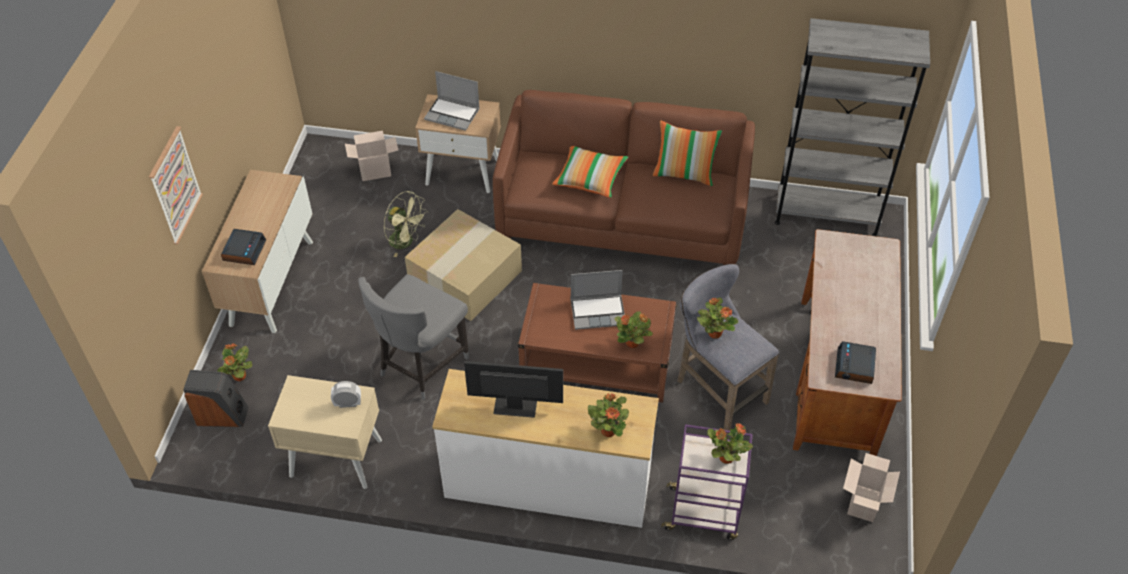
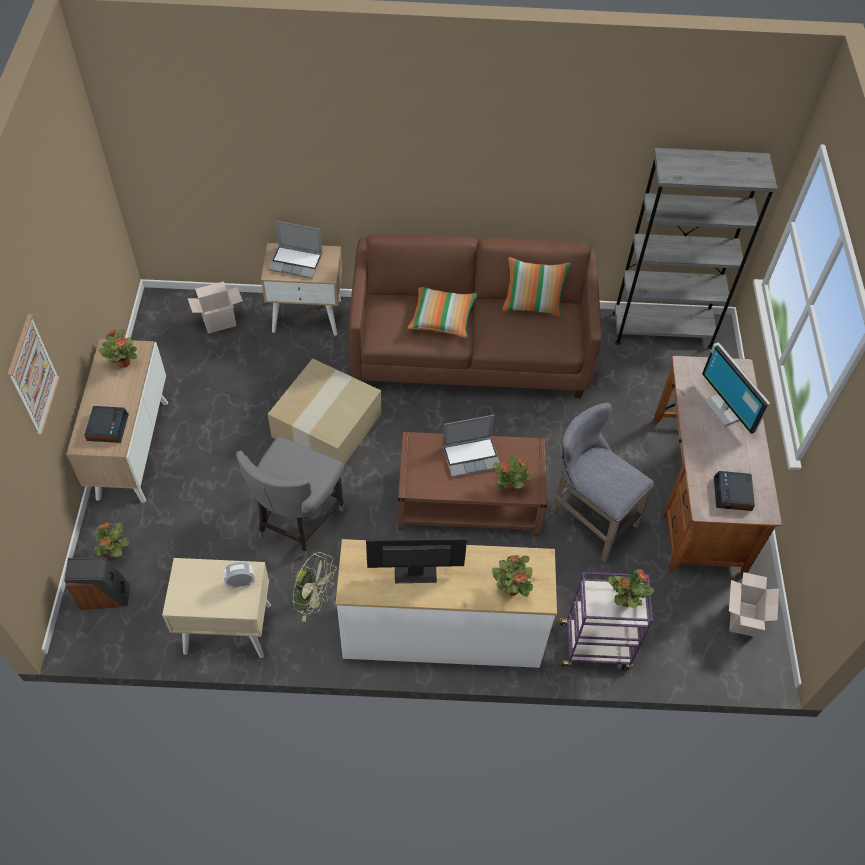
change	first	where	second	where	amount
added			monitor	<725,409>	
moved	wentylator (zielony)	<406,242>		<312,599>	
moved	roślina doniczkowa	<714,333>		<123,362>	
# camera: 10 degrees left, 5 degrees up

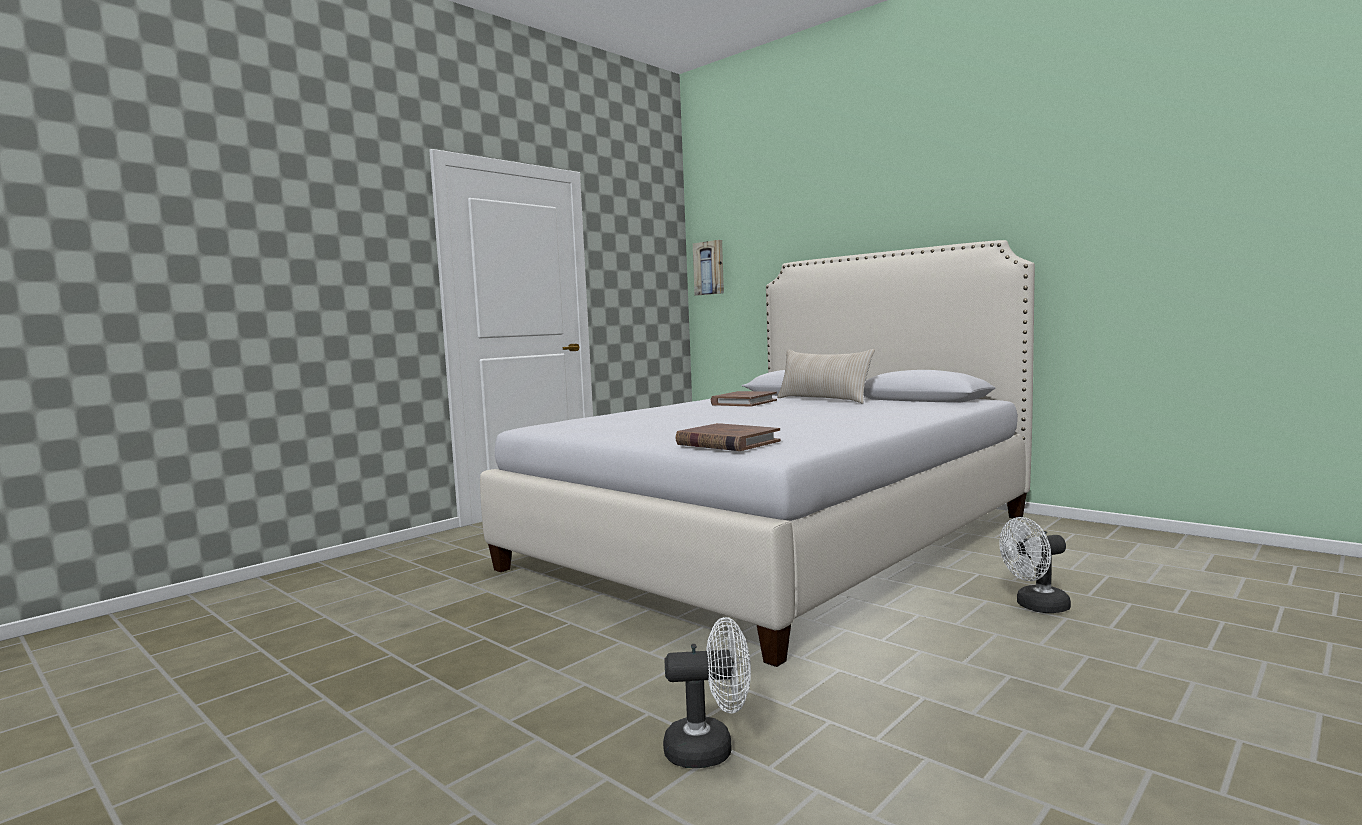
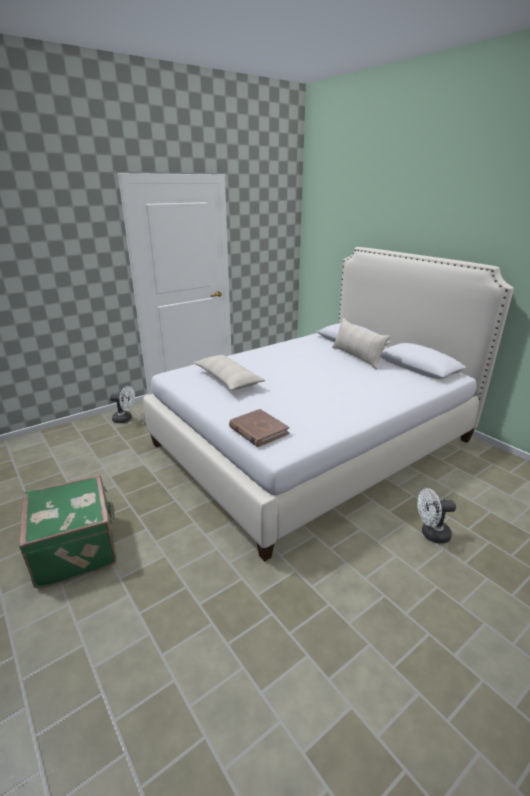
change	first	where	second	where	amount
removed	obraz	<709,268>			
removed	książka (brązowy)	<744,402>			
added			walizka (zielony)	<77,548>	
added			poduszka (beżowy)	<228,379>	
moved	wentylator (biały)	<710,749>		<125,419>	
# camera: 10 degrees right, 20 degrees up

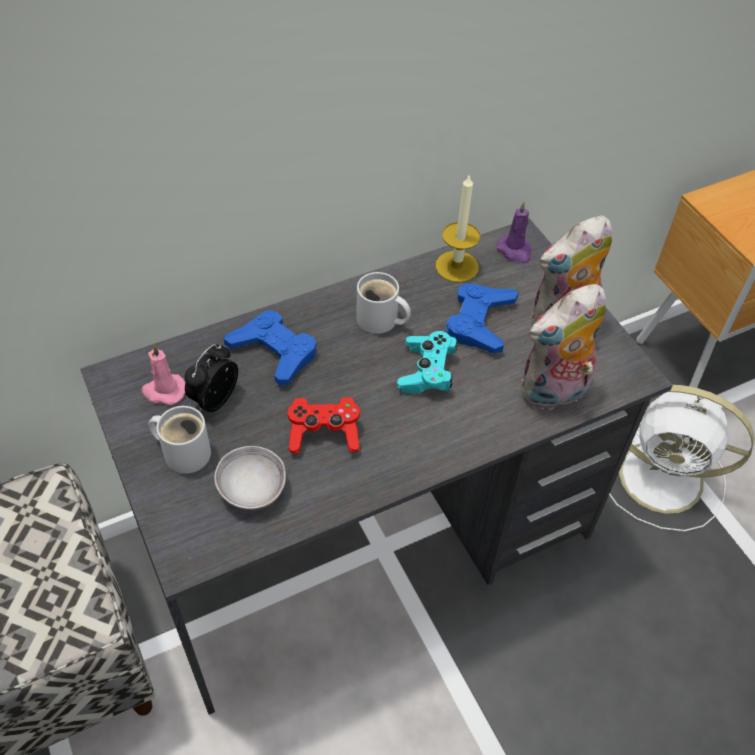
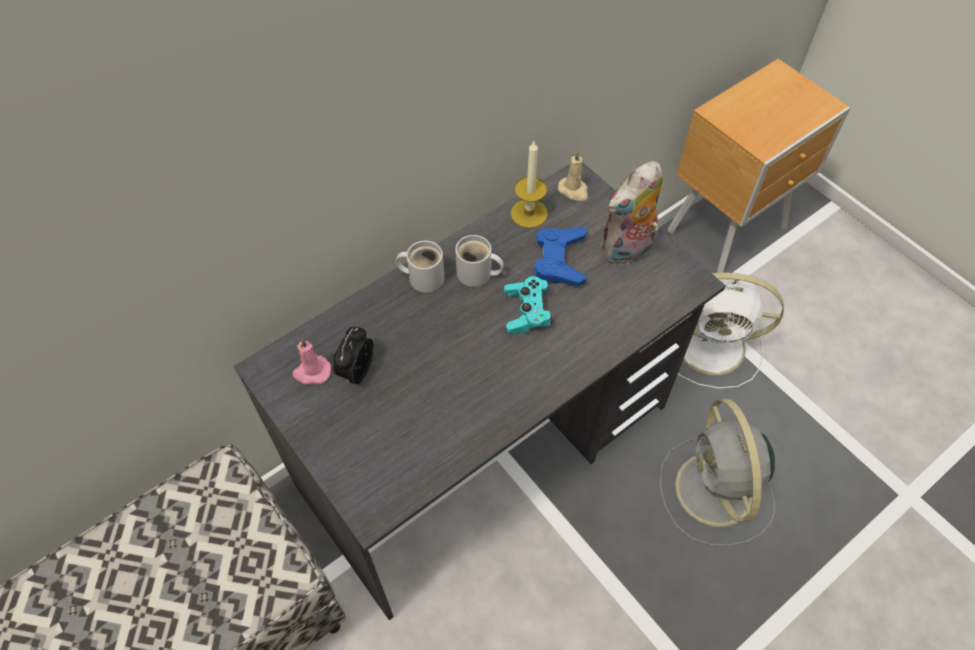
change	first	where	second	where	amount
removed	miska (szary)	<252,489>			
removed	pad do gier (niebieski)	<274,351>			
removed	pad do gier (czerwony)	<324,434>			
removed	pluszak	<554,393>			
added			wentylator (szary)	<715,493>	
moved	kubek (biały)	<184,451>		<423,276>	
recoloured	świeca (fioletowy)	<515,251>	świeca (beżowy)	<574,190>	
# camera: 10 degrees left, 5 degrees up

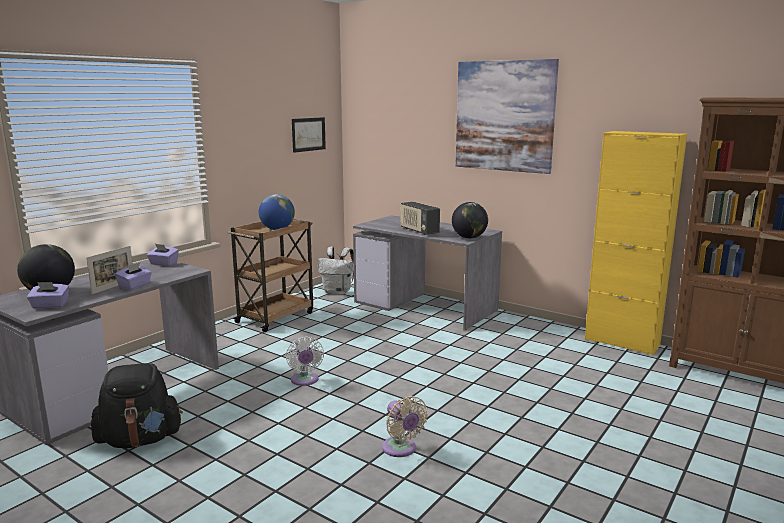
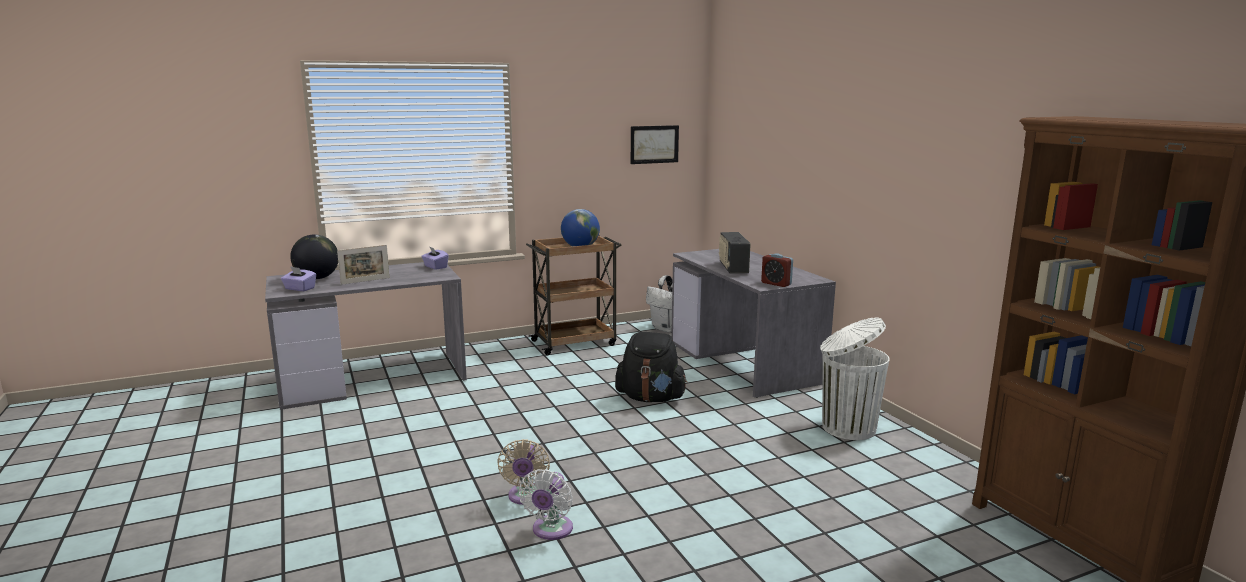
change	first	where	second	where	amount
removed	pudełko chusteczek (fioletowy)	<135,286>			
removed	obraz	<504,116>			
removed	szafka (żółty)	<621,342>			
added			kosz na śmieci (biały)	<846,428>	
moved	plecak (czarny)	<140,440>		<651,398>	
moved	wentylator (biały)	<305,381>		<551,531>	
replaced	globus	<469,237>	budzik	<776,284>	
# camera: 30 degrees right, 0 degrees up

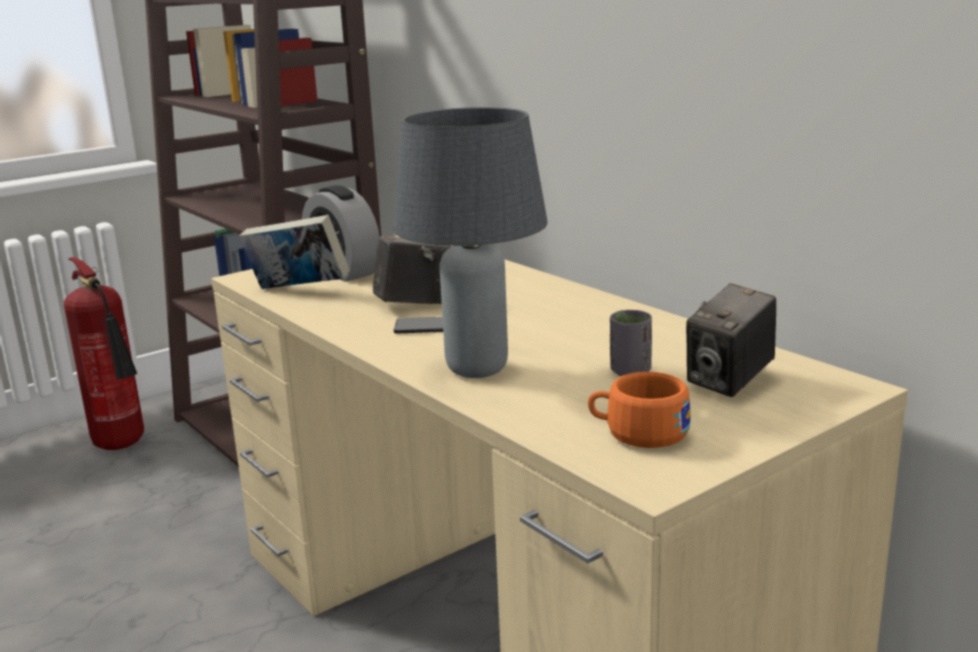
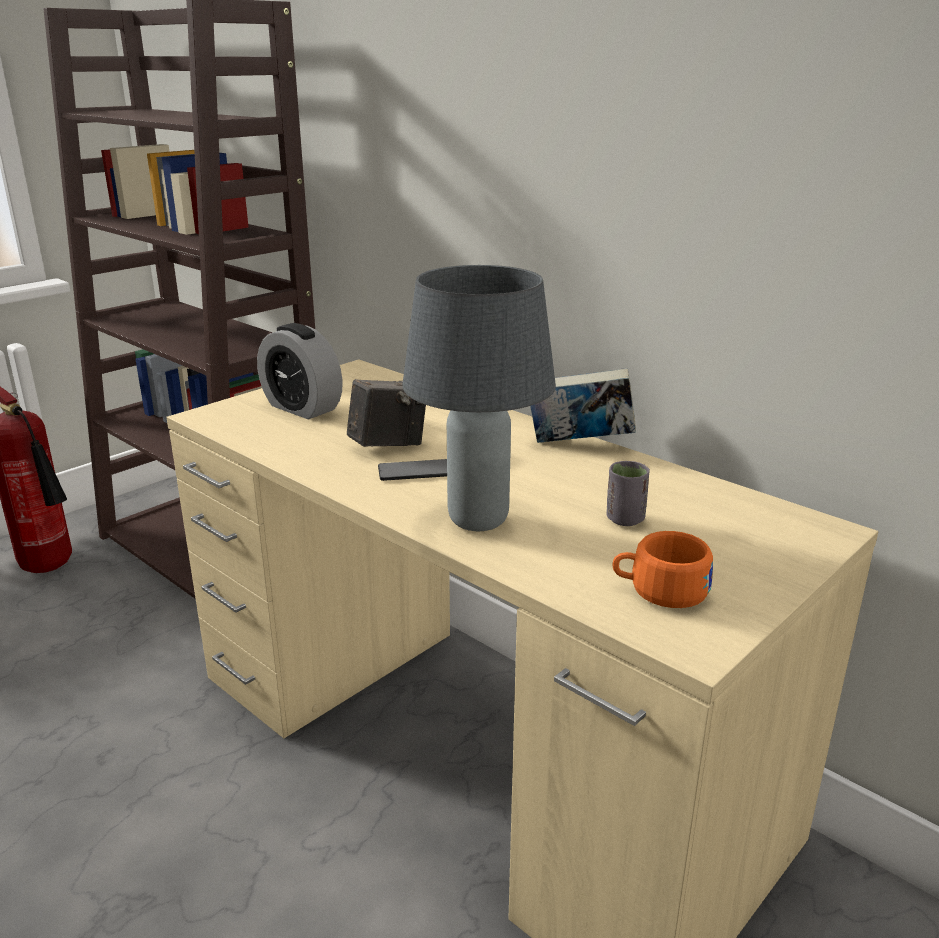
change	first	where	second	where	amount
removed	aparat fotograficzny	<729,381>			
moved	książka	<298,291>		<579,444>	
# camera: 10 degrees left, 5 degrees up

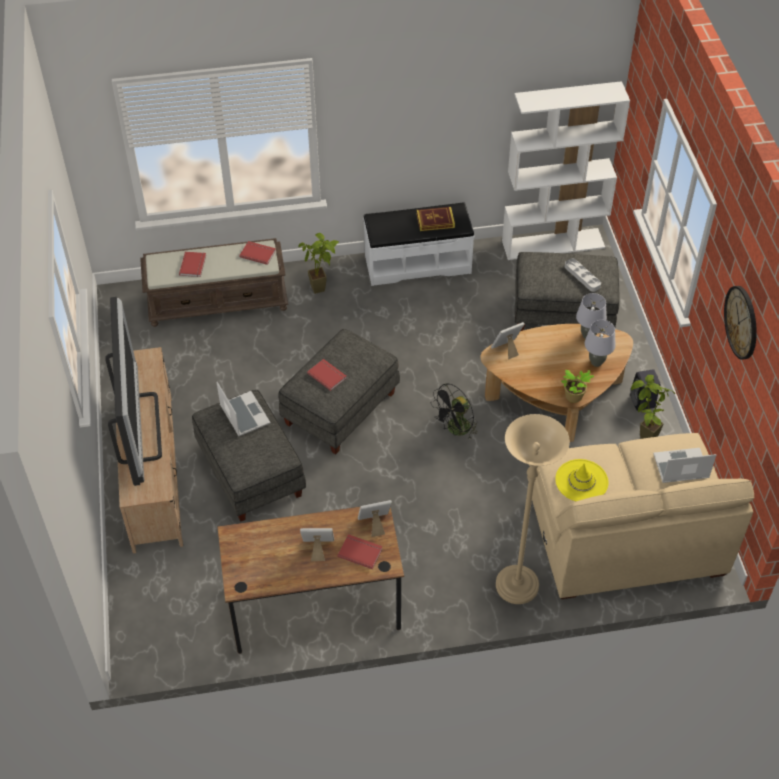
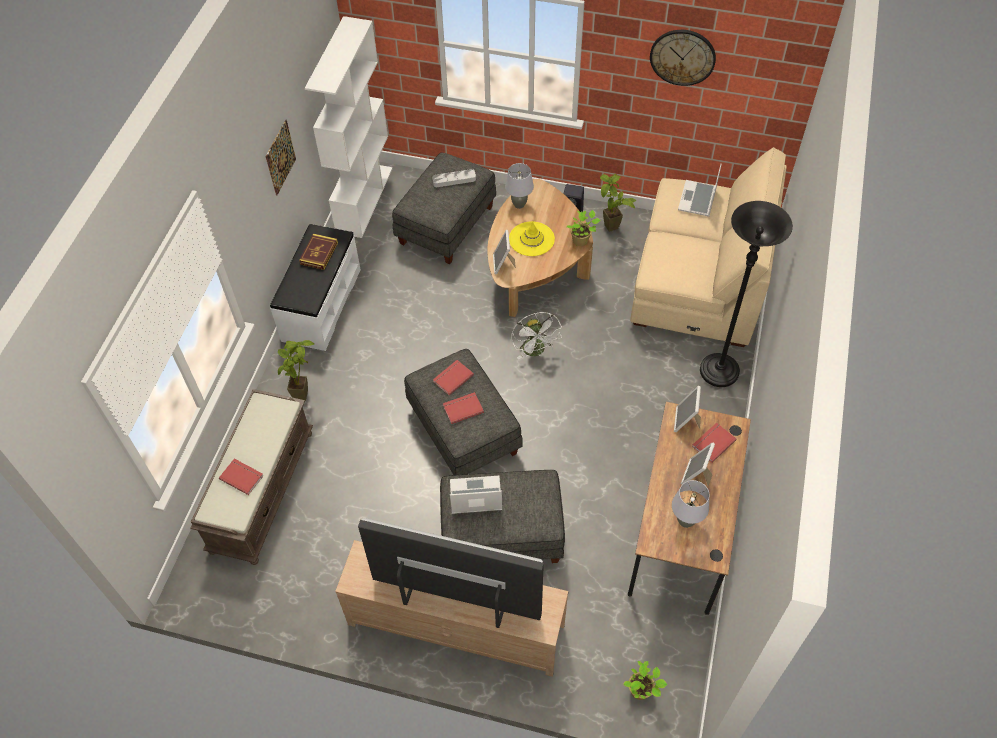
change	first	where	second	where	amount
added			obraz	<280,157>	
added			roślina doniczkowa	<641,691>	
moved	książka (czerwony)	<258,253>		<452,378>	
moved	kapelusz (żółty)	<581,481>		<531,239>	
moved	lampa stołowa (szary)	<596,362>		<685,521>	
recoloured	wentylator (czarny)	<455,430>	wentylator (biały)	<536,351>	
recoloured	lampa stojąca (beżowy)	<517,586>	lampa stojąca (czarny)	<719,372>	
# camera: 65 degrees left, 5 degrees up

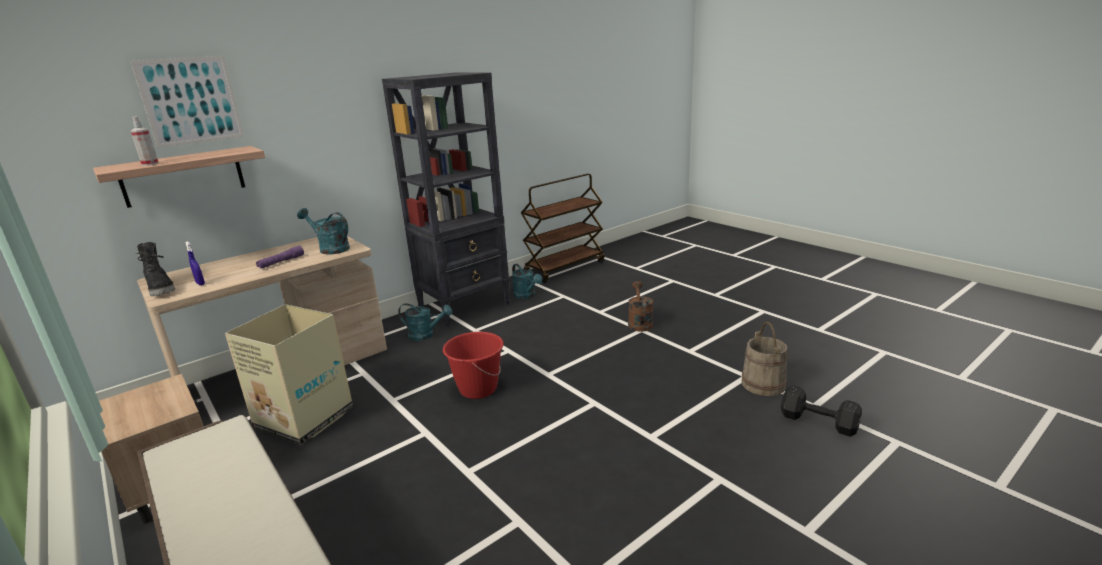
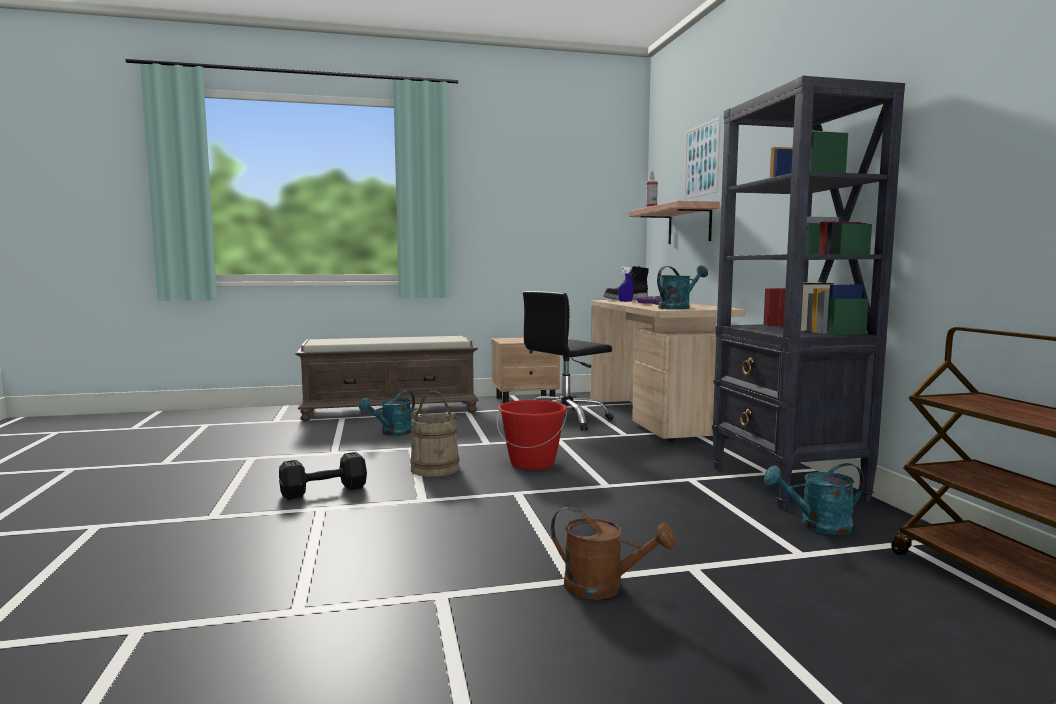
change	first	where	second	where	amount
moved	konewka (turkusowy)	<426,335>		<392,433>	
moved	wiadro (beżowy)	<762,384>		<435,468>	
moved	hantel (czarny)	<820,423>		<322,491>	
replaced	karton	<305,418>	krzesło biurowe (czarny)	<565,420>	
# camera: 115 degrees right, 15 degrees down

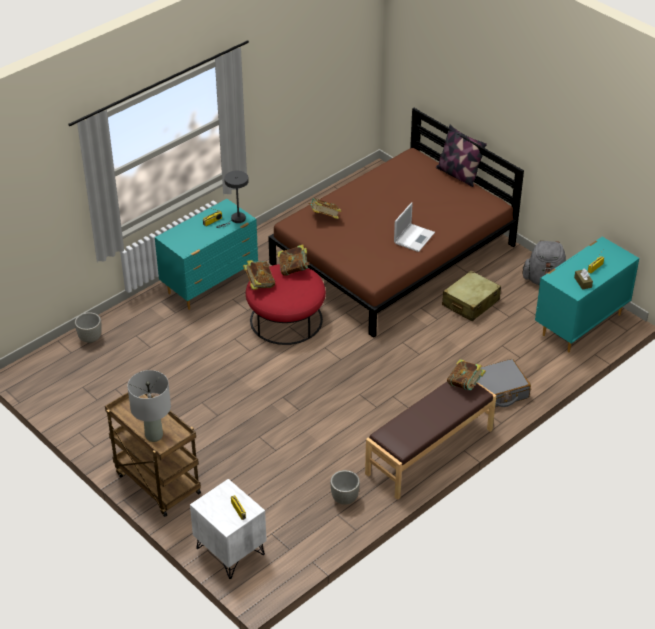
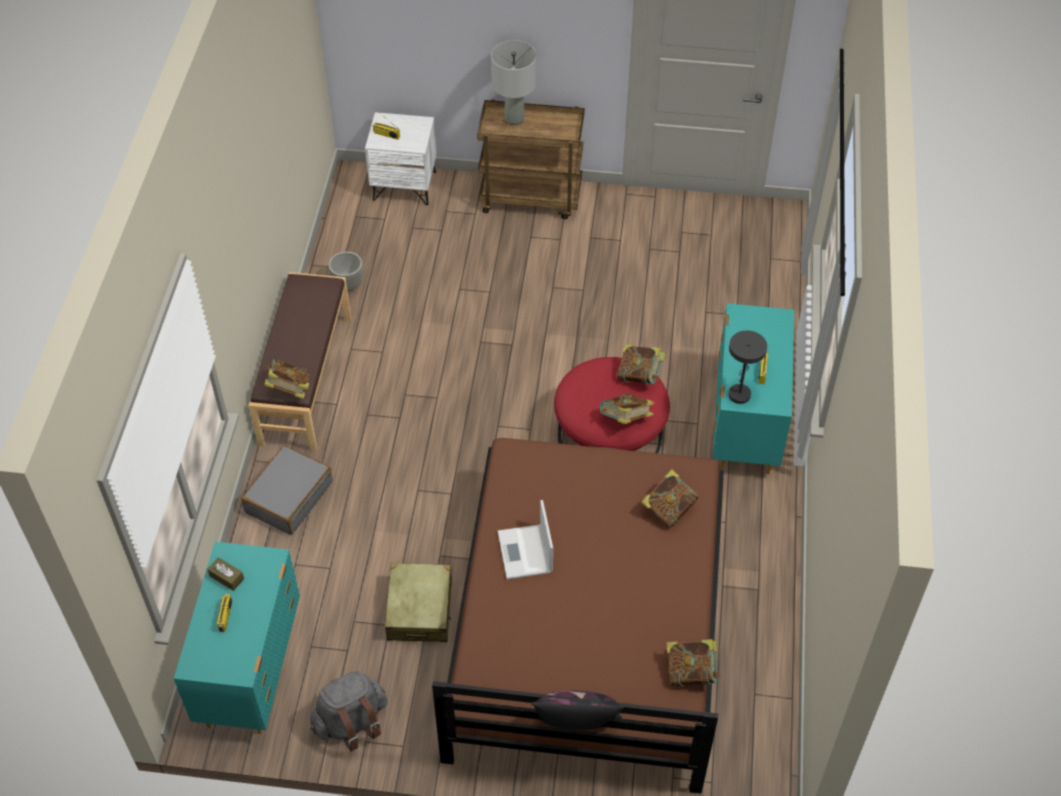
change	first	where	second	where	amount
removed	donica (szary)	<90,338>			
added			książka	<691,671>	
# camera: 140 degrees right, 10 degrees up

